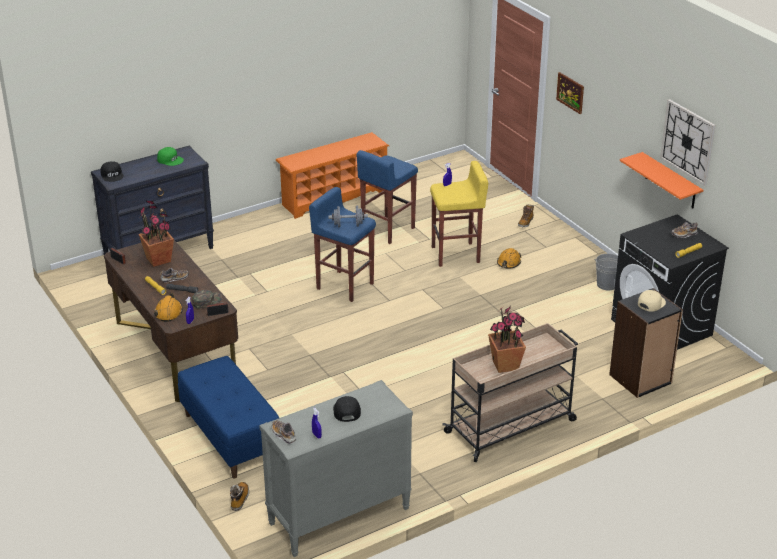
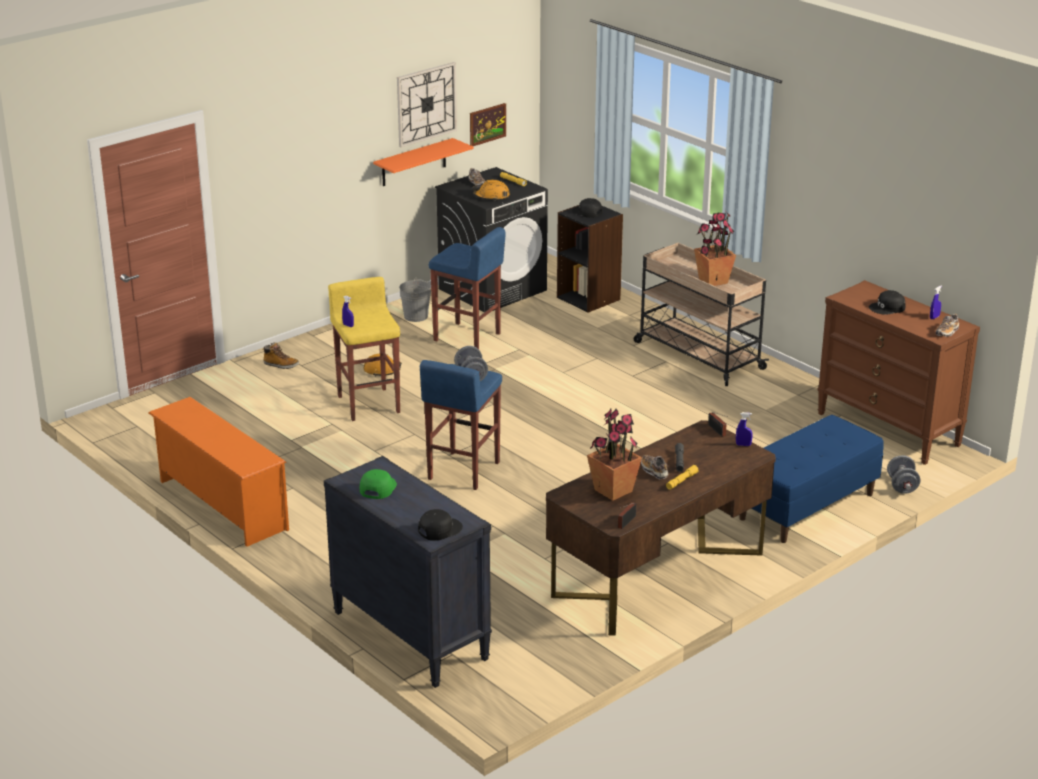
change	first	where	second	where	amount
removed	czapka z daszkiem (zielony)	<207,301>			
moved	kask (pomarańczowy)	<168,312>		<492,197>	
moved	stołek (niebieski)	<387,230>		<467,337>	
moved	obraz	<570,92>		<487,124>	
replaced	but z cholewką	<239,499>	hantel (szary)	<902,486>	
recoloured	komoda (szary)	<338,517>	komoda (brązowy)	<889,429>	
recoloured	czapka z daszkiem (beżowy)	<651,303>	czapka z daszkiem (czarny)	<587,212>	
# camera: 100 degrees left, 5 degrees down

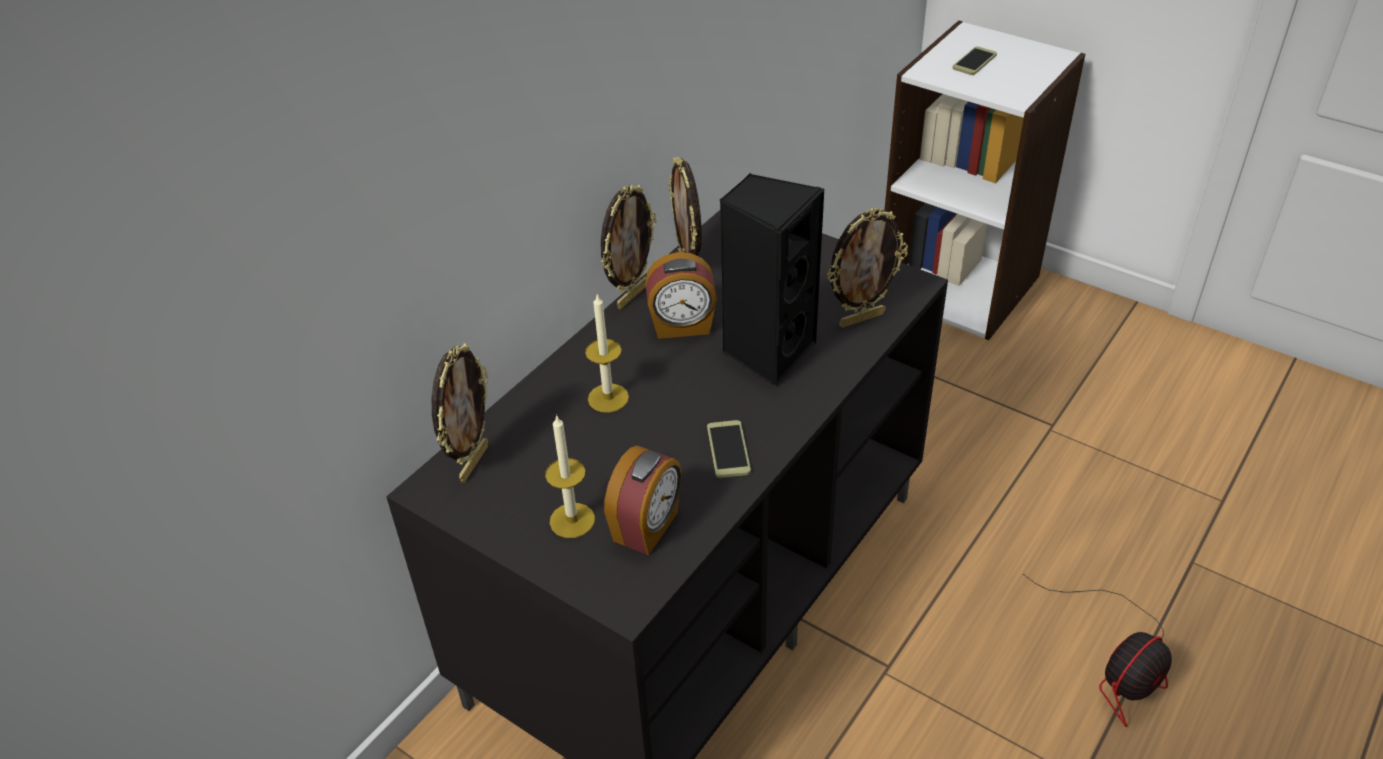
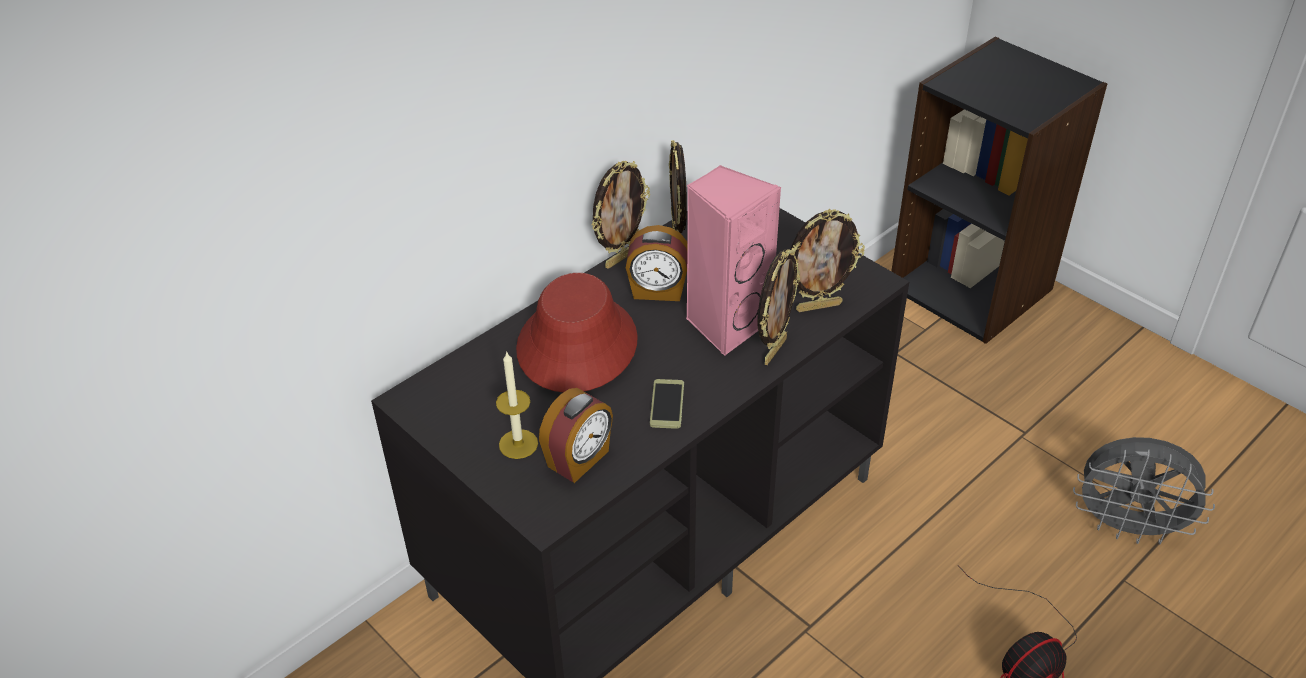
change	first	where	second	where	amount
removed	telefon	<974,62>			
added			wentylator (szary)	<1128,527>	
moved	ramka na zdjęcie	<472,463>		<774,350>	
replaced	świeca	<608,398>	kapelusz (czerwony)	<576,345>	
recoloured	głośnik (czarny)	<767,351>	głośnik (różowy)	<726,324>	
recoloured	regał (biały)	<959,285>	regał (czarny)	<972,287>	
# camera: 10 degrees right, 0 degrees up

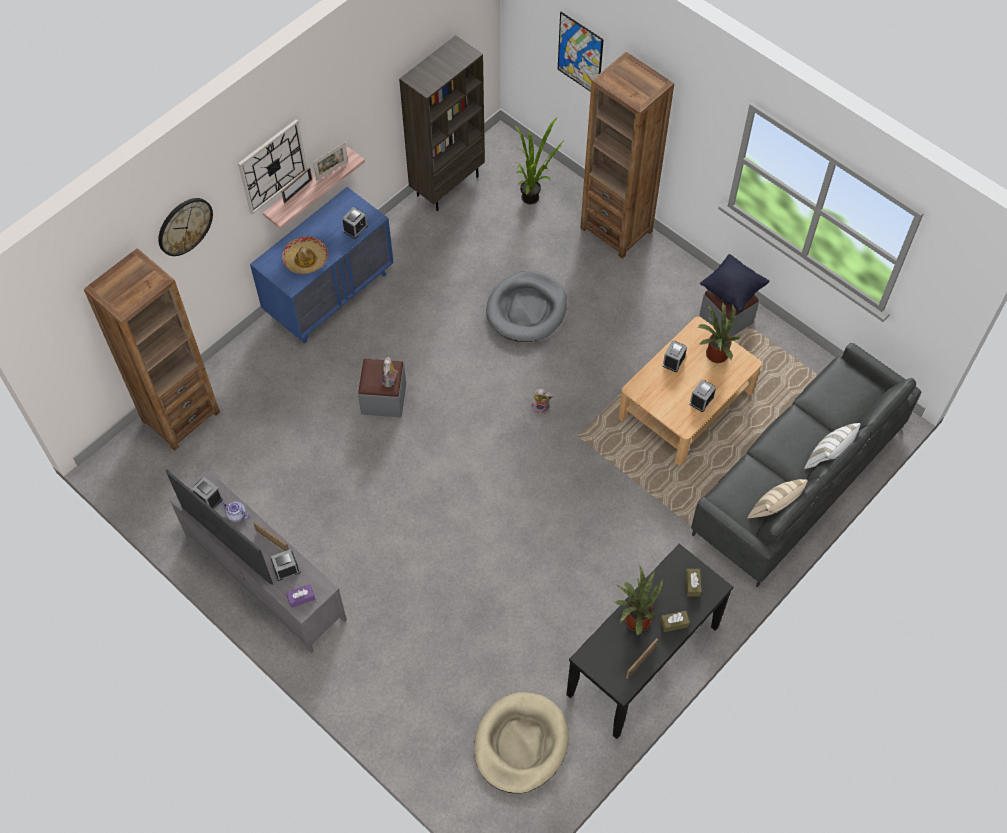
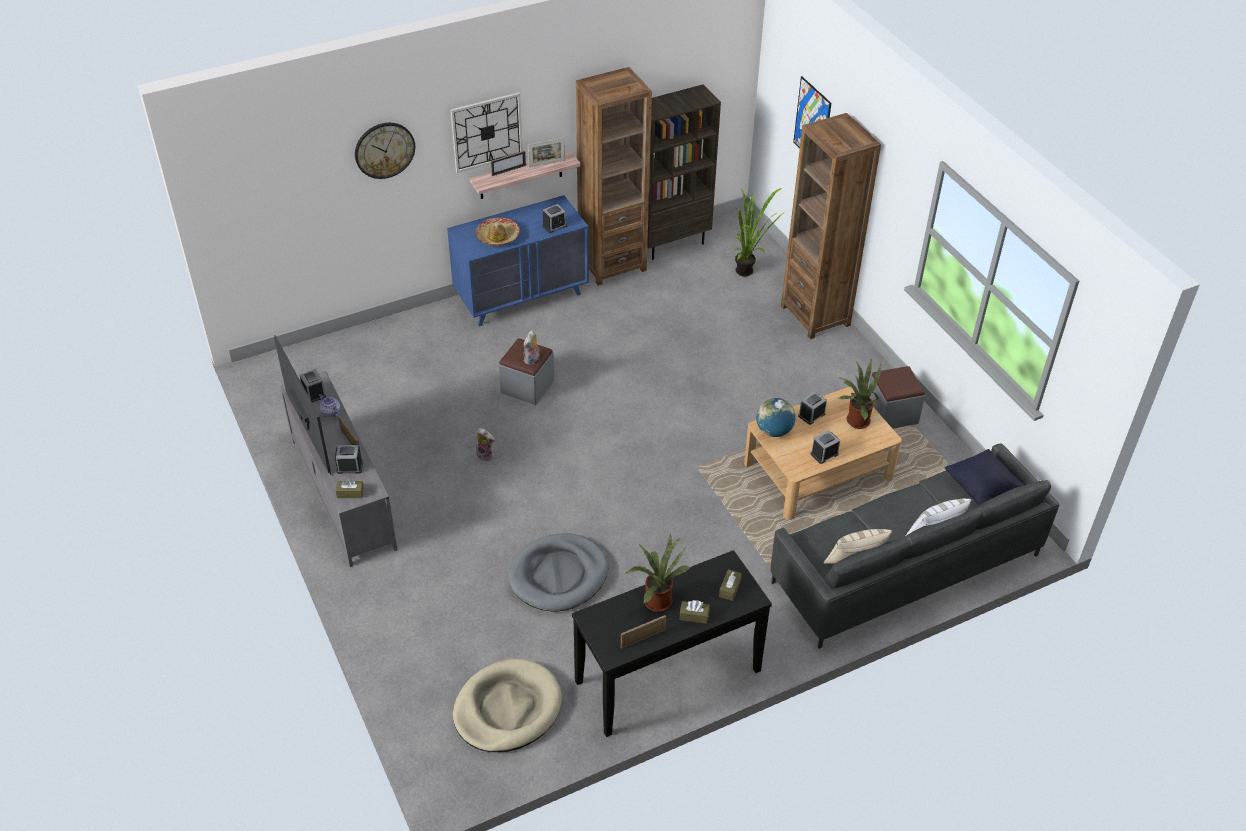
change	first	where	second	where	amount
added			globus	<774,431>	
moved	regał (brązowy)	<180,416>		<612,265>	
moved	legowisko (szary)	<527,309>		<558,575>	
moved	pluszak	<541,407>		<486,455>	
moved	poduszka (czarny)	<732,290>		<981,488>	
recoloured	pudełko chusteczek (fioletowy)	<301,598>	pudełko chusteczek (brązowy)	<350,493>	
# camera: 20 degrees right, 15 degrees down

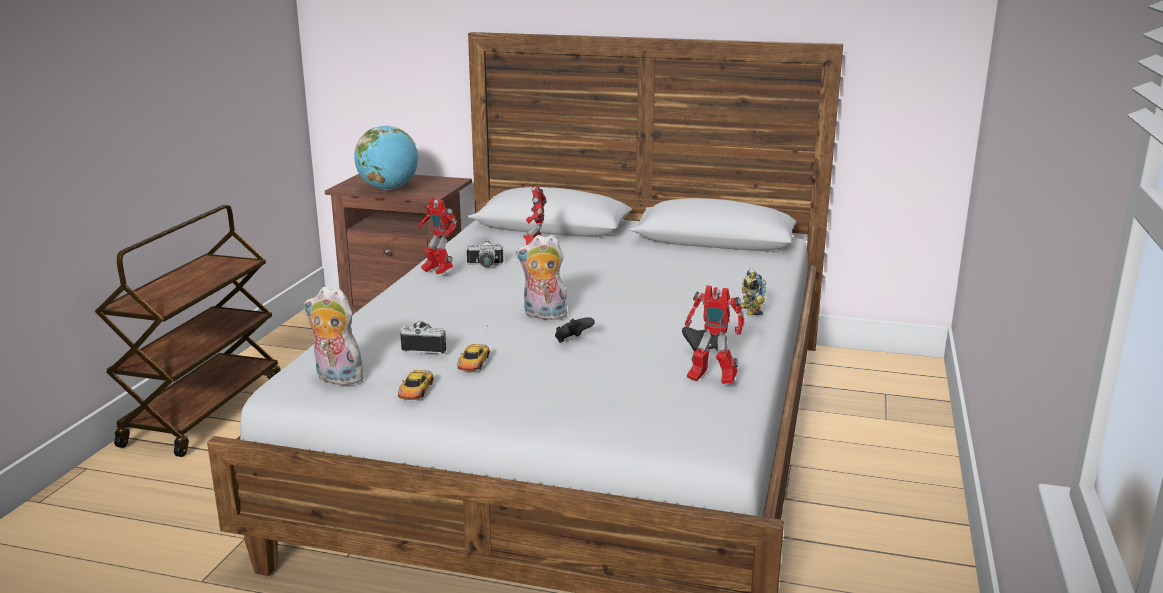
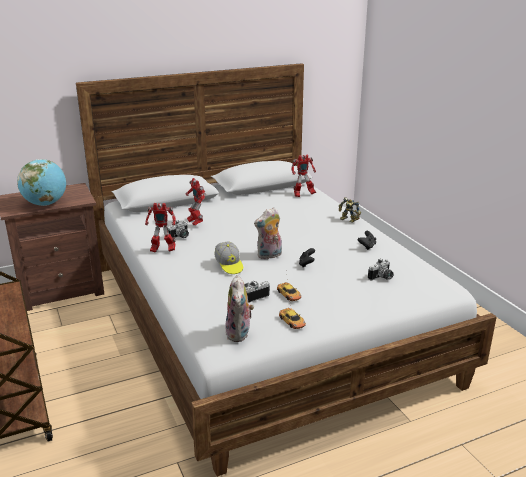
change	first	where	second	where	amount
added			czapka z daszkiem	<229,265>	
added			aparat fotograficzny	<382,278>	
moved	robot zabawkowy	<710,380>		<303,195>	
turned	pluszak	<336,379>		<240,334>	75 degrees counterclockwise
# camera: 40 degrees left, 5 degrees up

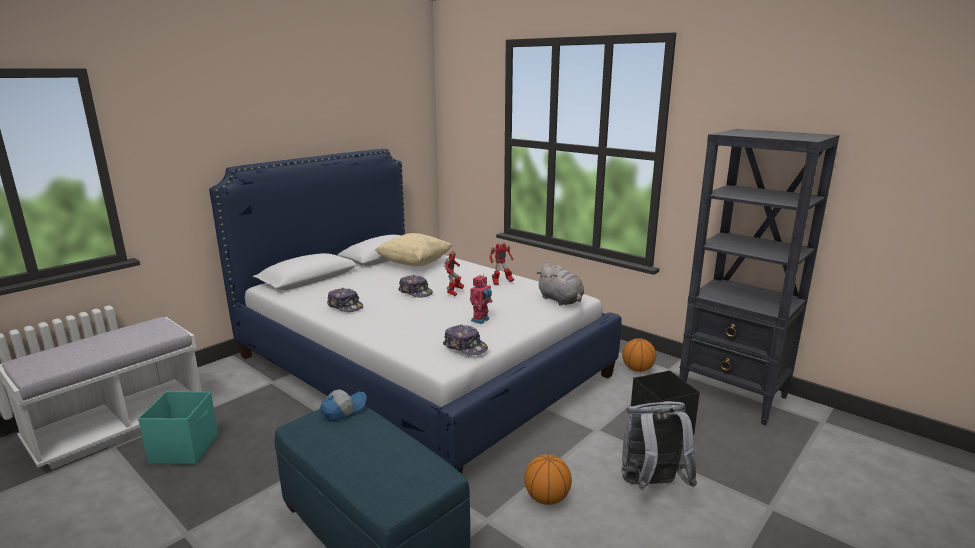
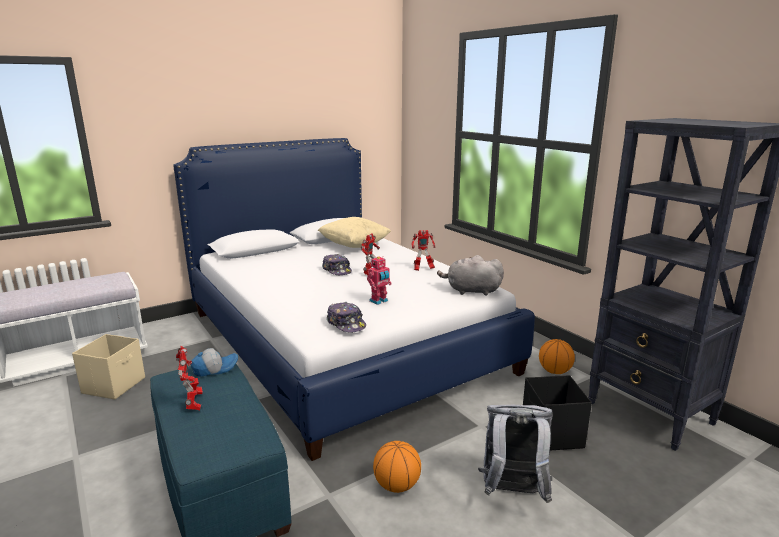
change	first	where	second	where	amount
removed	czapka z daszkiem	<345,306>			
added			robot zabawkowy	<193,404>	
recoloured	pojemnik do przechowywania (turkusowy)	<185,448>	pojemnik do przechowywania (beżowy)	<115,385>	
turned	pluszak (szary)	<561,300>		<471,291>	120 degrees clockwise
# camera: 15 degrees right, 0 degrees up

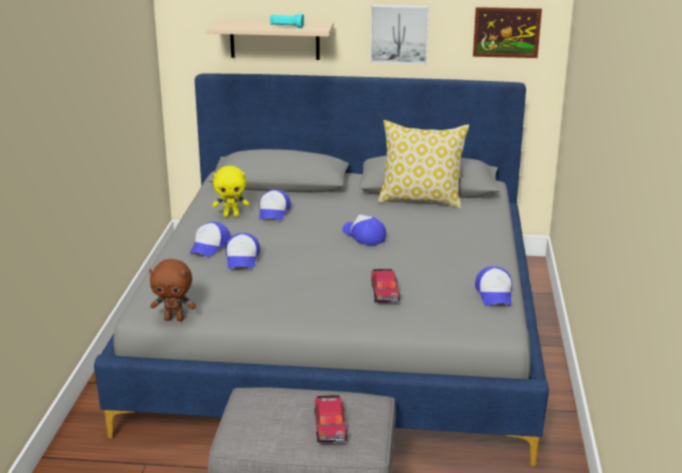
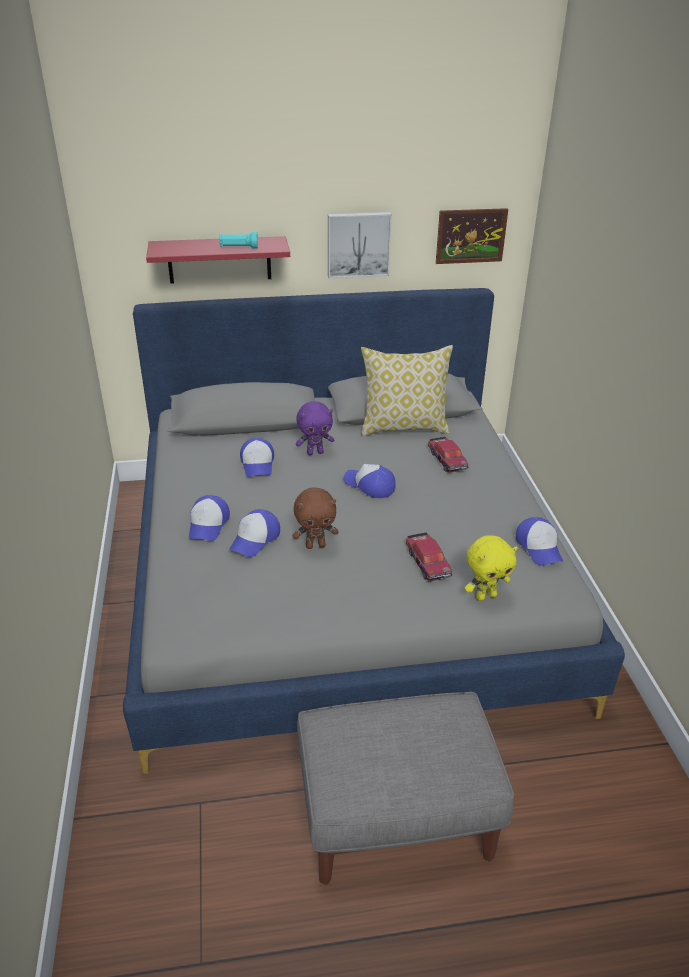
change	first	where	second	where	amount
added			pluszak (fioletowy)	<315,452>	
moved	pluszak (brązowy)	<174,319>		<315,545>	
moved	pluszak (żółty)	<231,215>		<485,596>	
moved	samochodzik	<330,425>		<447,459>	
recoloured	półka (beżowy)	<274,39>	półka (czerwony)	<219,260>	
turned	czapka z daszkiem	<242,259>		<255,539>	45 degrees clockwise
# camera: 15 degrees left, 10 degrees up

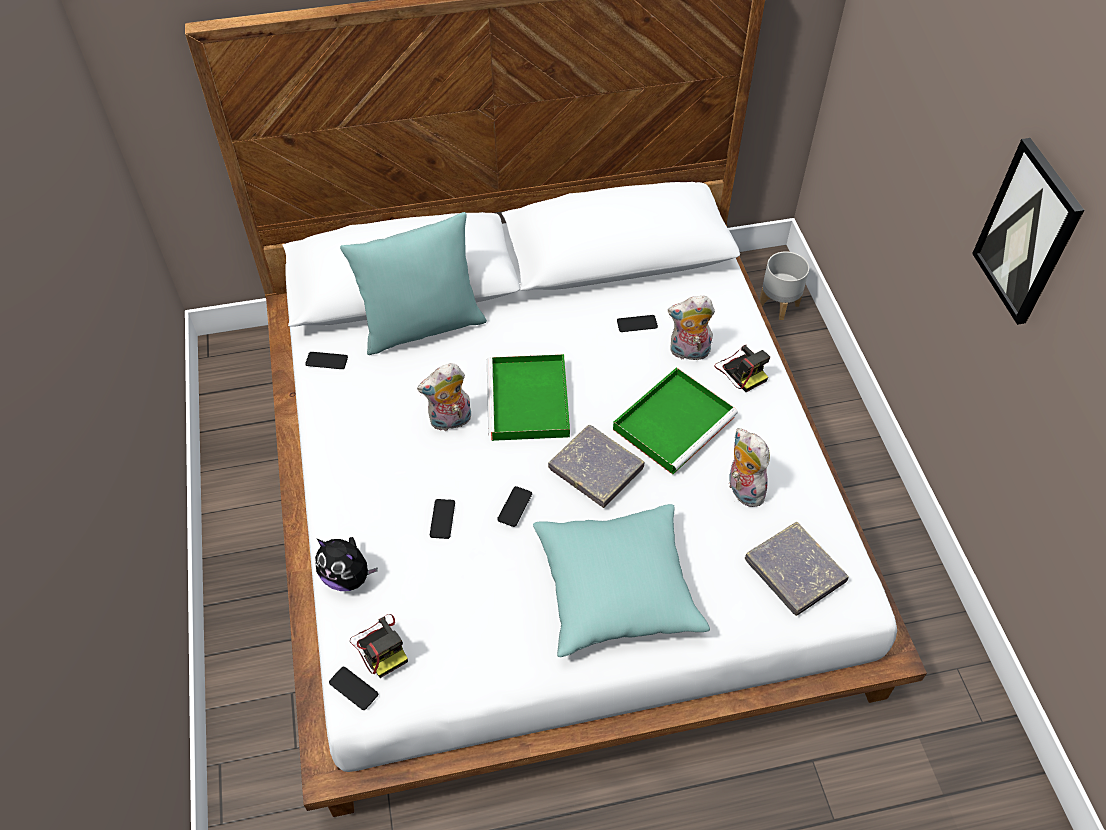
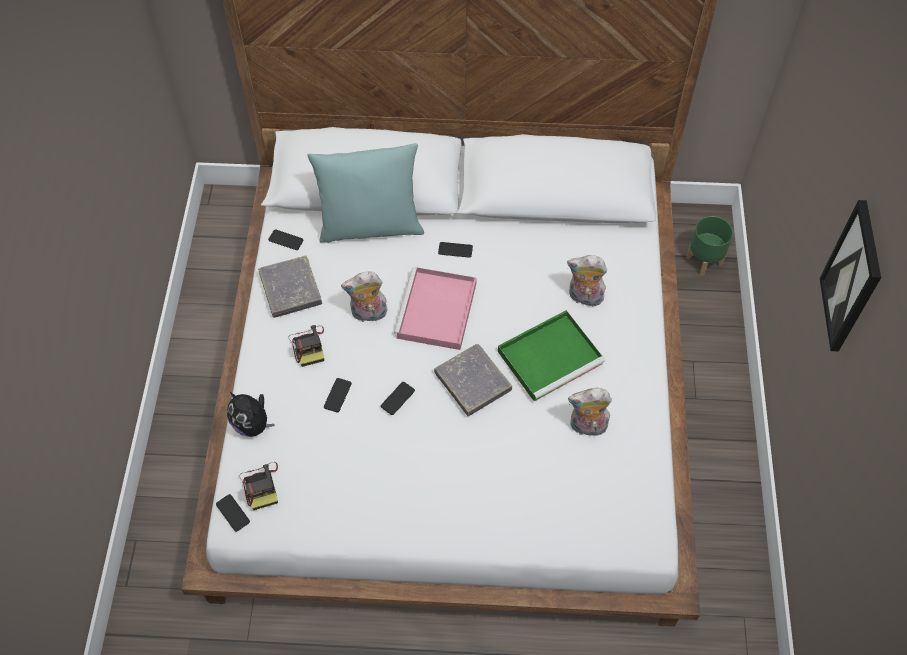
change	first	where	second	where	amount
removed	poduszka (turkusowy)	<617,589>			
moved	telefon	<637,324>		<455,250>	
moved	aparat fotograficzny	<741,370>		<309,346>	
moved	książka (szary)	<794,571>		<290,289>	
recoloured	taca (zielony)	<529,402>	taca (różowy)	<437,312>	
recoloured	donica (szary)	<779,305>	donica (zielony)	<704,261>	
turned	pluszak	<742,489>		<587,427>	75 degrees counterclockwise
# camera: 15 degrees right, 5 degrees up

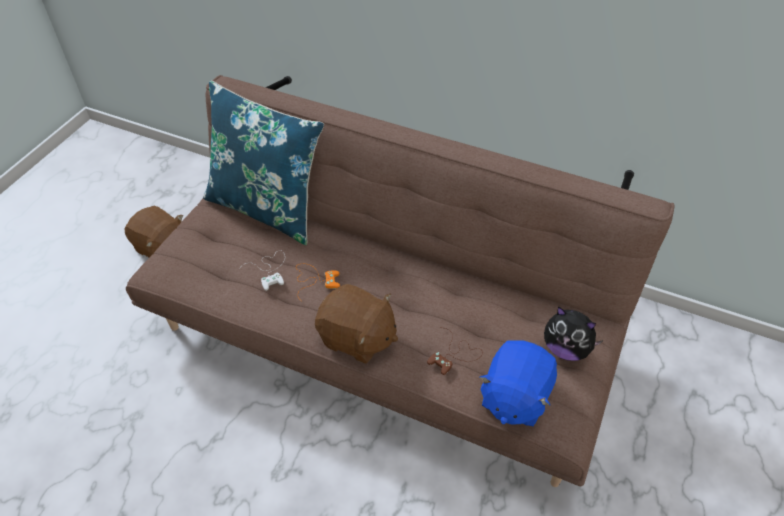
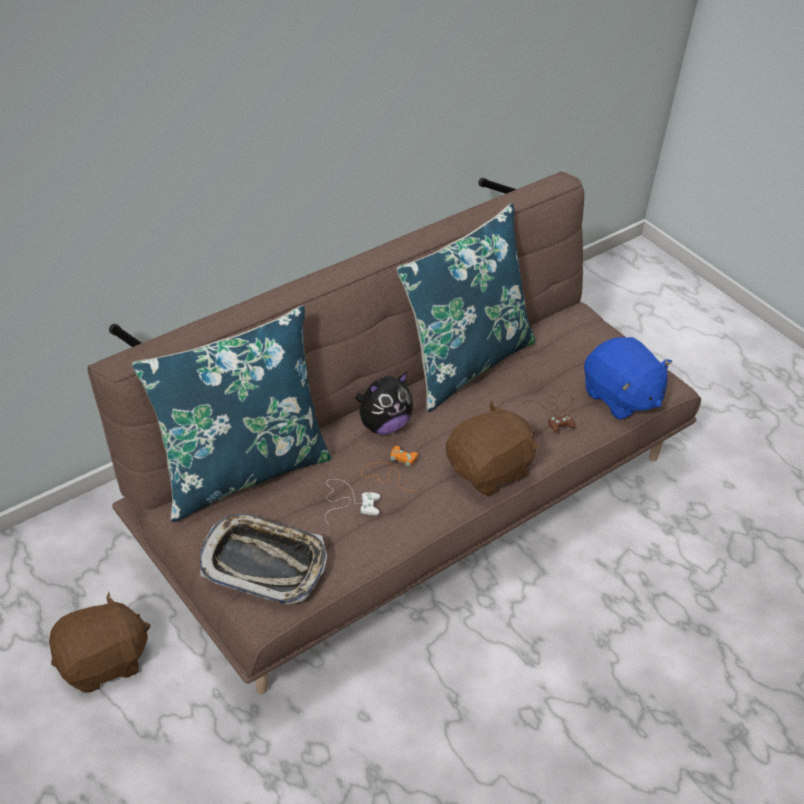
change	first	where	second	where	amount
added			taca	<263,563>	
added			poduszka (niebieski)	<463,362>	
moved	pluszak	<566,349>		<383,425>	
# camera: 65 degrees left, 5 degrees down

